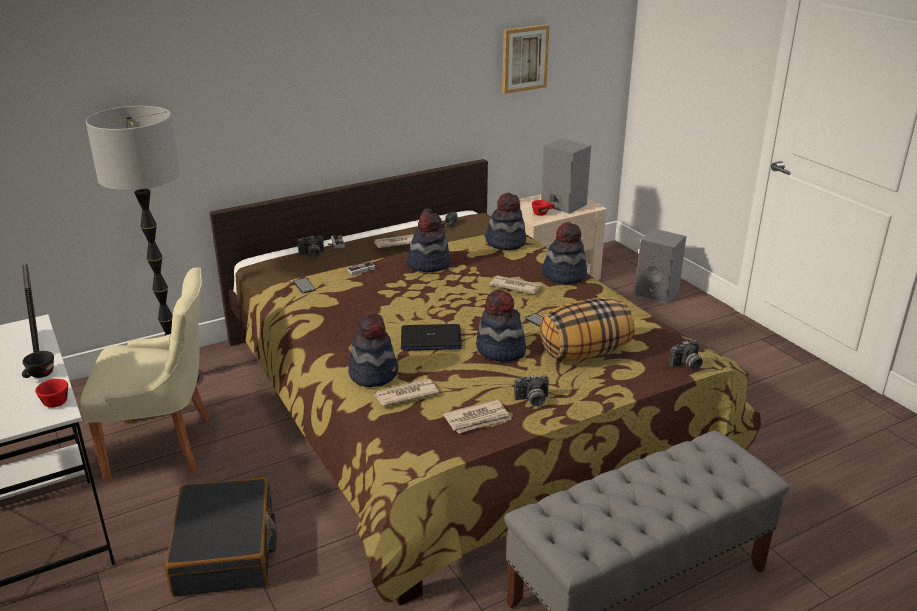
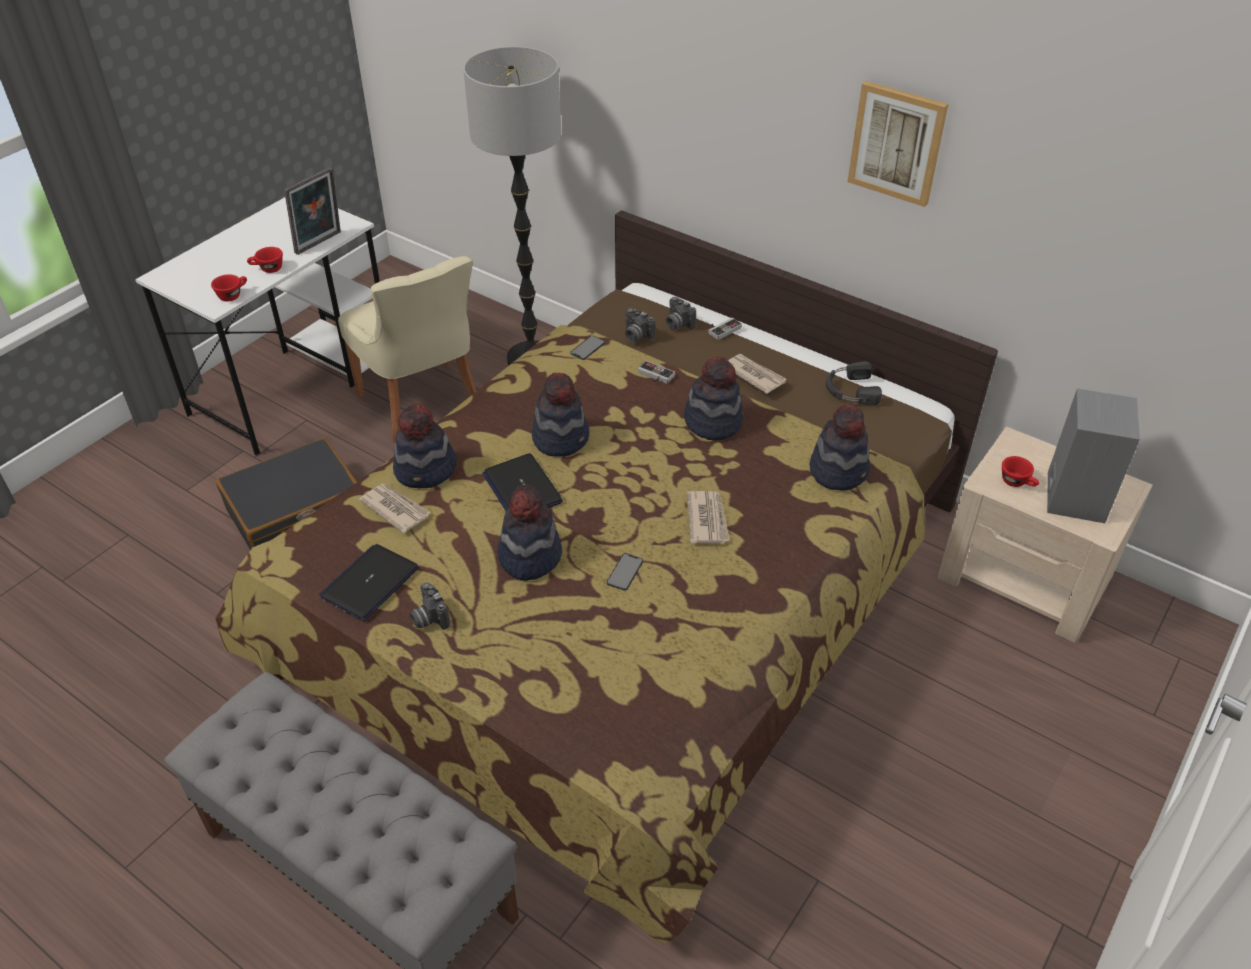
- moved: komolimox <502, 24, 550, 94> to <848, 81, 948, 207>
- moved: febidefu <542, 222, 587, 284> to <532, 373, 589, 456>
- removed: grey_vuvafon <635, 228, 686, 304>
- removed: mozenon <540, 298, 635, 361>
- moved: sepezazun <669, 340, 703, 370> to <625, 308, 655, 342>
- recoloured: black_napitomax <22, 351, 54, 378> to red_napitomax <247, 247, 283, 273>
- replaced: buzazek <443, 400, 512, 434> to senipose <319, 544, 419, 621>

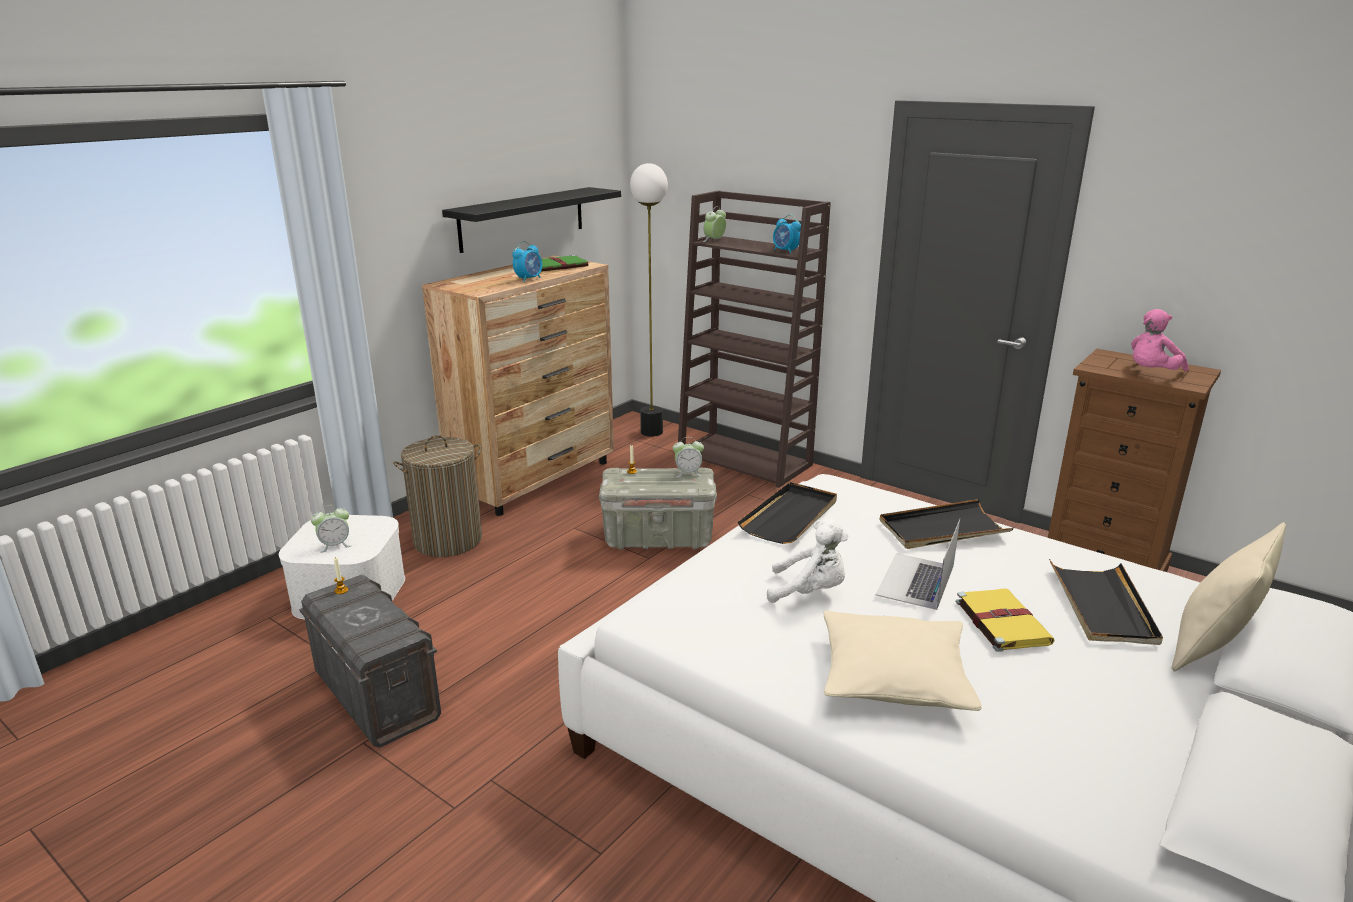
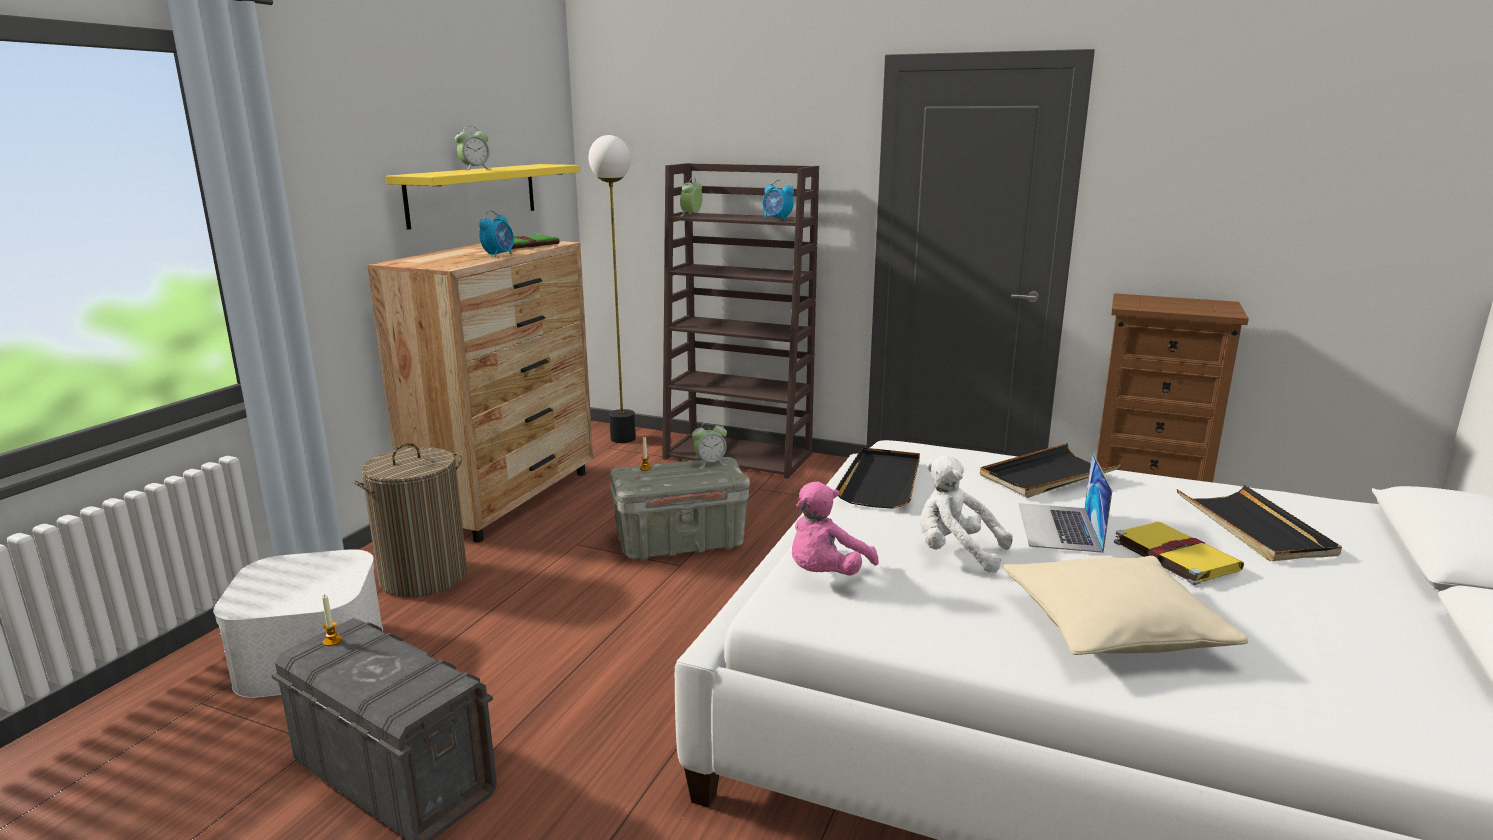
- recoloured: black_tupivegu <442, 187, 621, 253> to yellow_tupivegu <386, 164, 580, 230>
- moved: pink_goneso <1131, 309, 1189, 371> to <792, 482, 879, 575>
- moved: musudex <311, 505, 352, 553> to <455, 126, 490, 170>
- turned: white_goneso <767, 518, 848, 603> = <920, 456, 1013, 573> 150 degrees counterclockwise
- removed: beige_mozenon <1172, 522, 1286, 672>

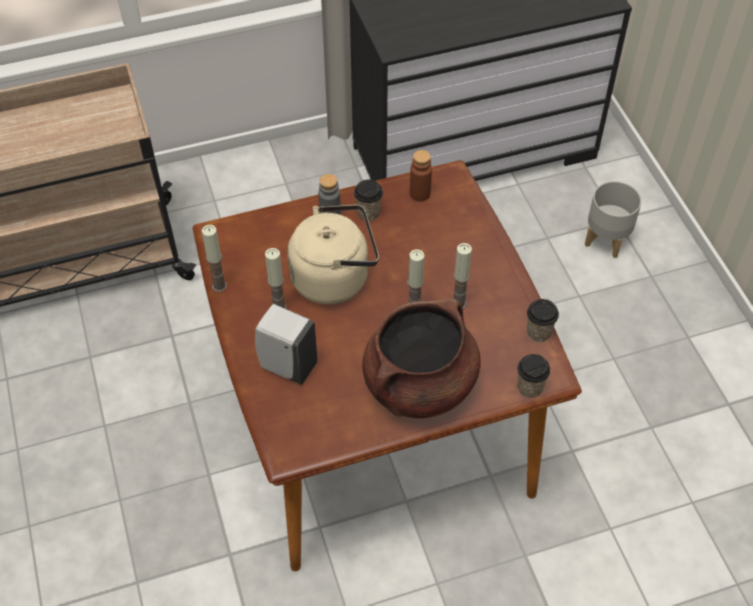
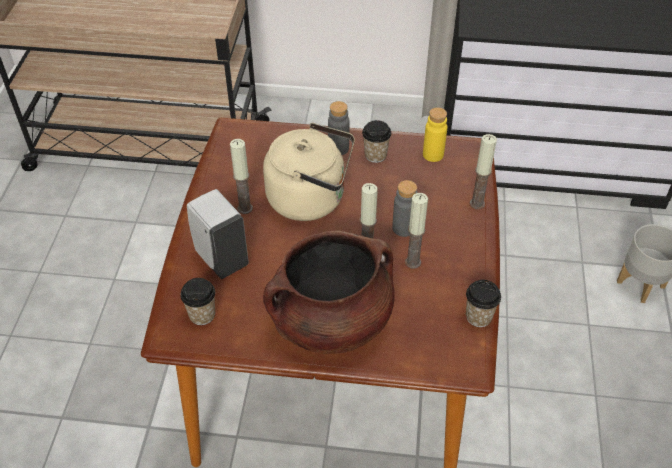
- recoloured: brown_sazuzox <410, 150, 432, 202> to yellow_sazuzox <423, 107, 447, 162>
- moved: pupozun <202, 225, 227, 292> to <470, 134, 497, 209>
- moved: napitomax <517, 354, 550, 398> to <180, 278, 215, 325>
- added: grey_sazuzox <392, 180, 417, 237>

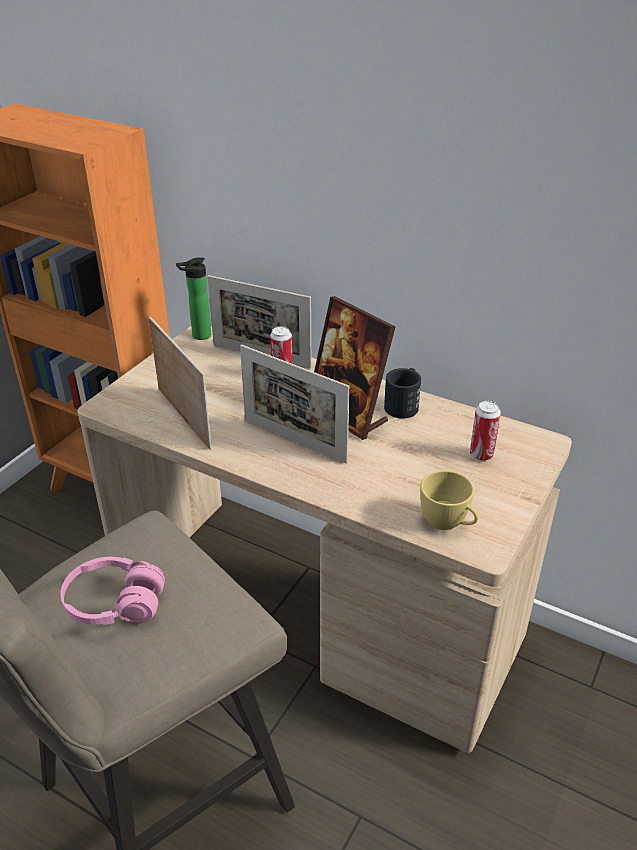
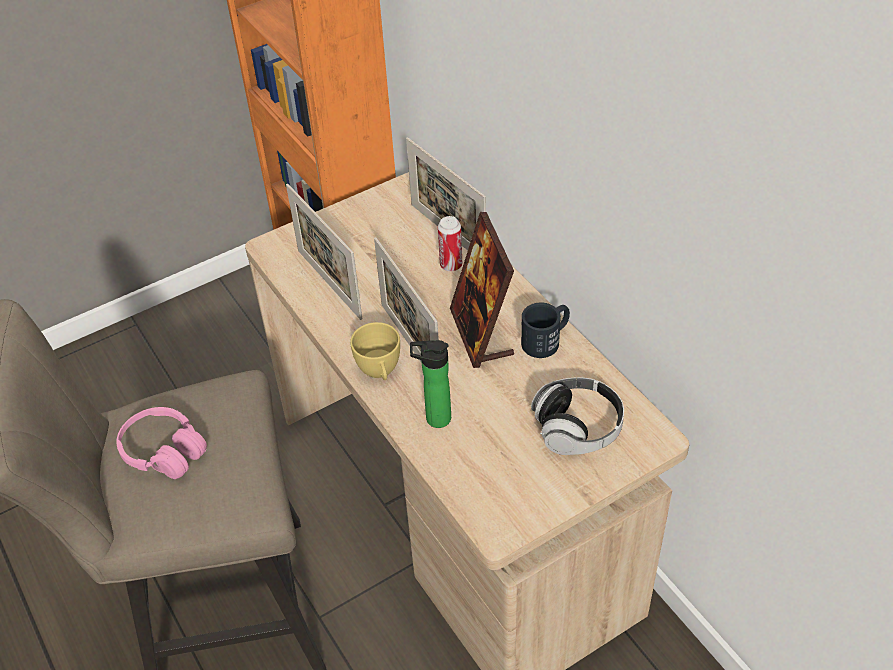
- moved: sazuzox <176, 257, 211, 340> to <410, 340, 451, 428>
- turned: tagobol <148, 317, 212, 450> = <286, 184, 362, 320> 150 degrees clockwise
- replaced: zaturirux <470, 401, 501, 461> to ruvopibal <531, 377, 624, 455>
- moved: yellow_napitomax <420, 470, 479, 530> to <350, 322, 400, 380>

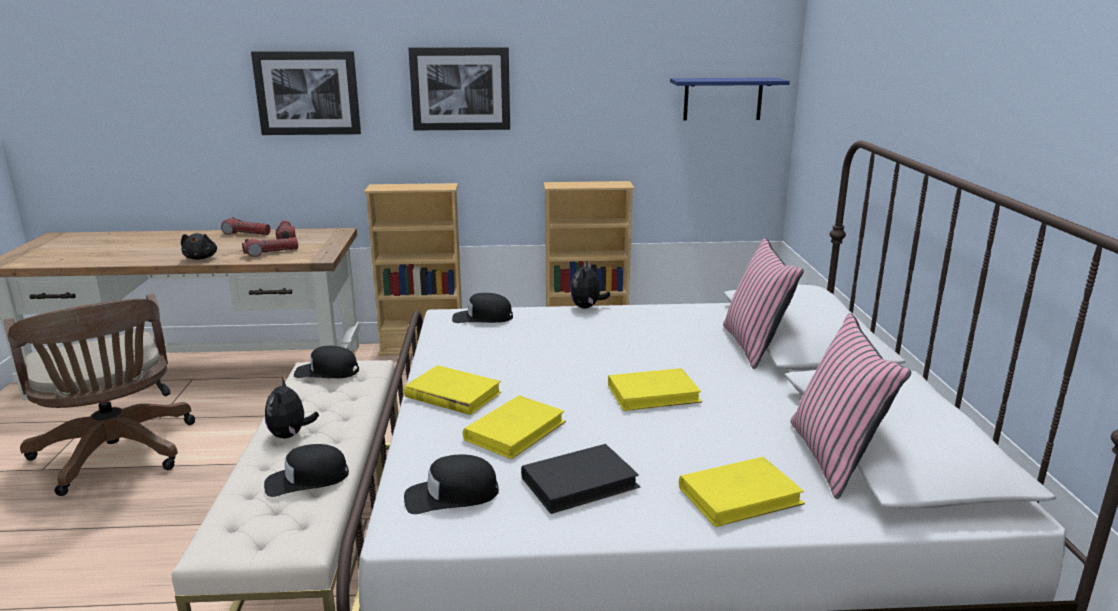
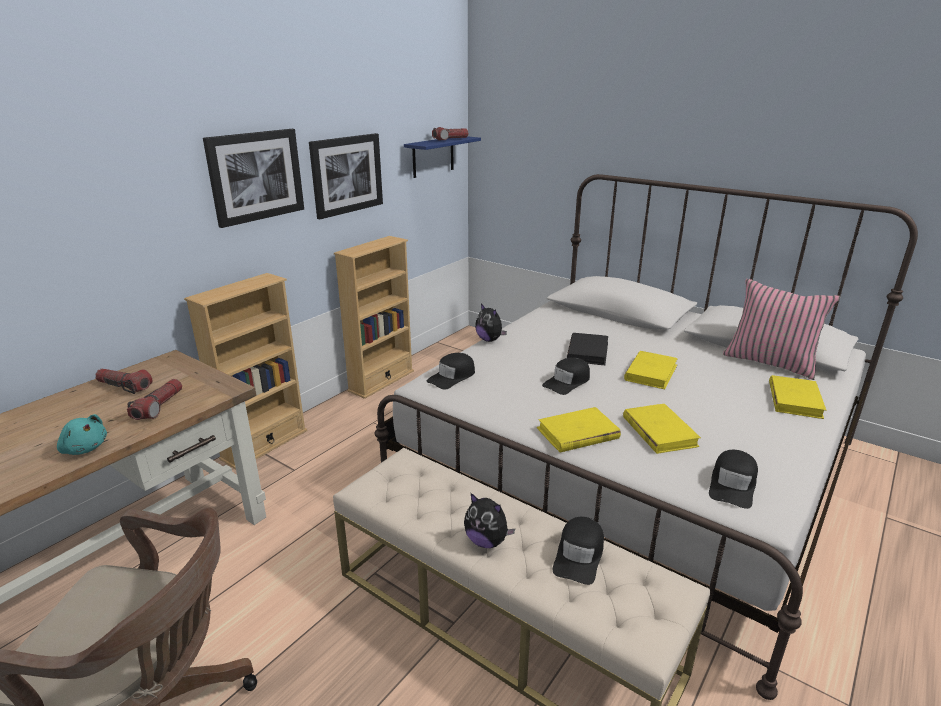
- moved: komolimox <251, 51, 361, 135> to <309, 133, 383, 219>
- moved: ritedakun <221, 217, 271, 235> to <432, 127, 468, 141>
- recoloured: black_goneso <181, 233, 217, 260> to turquoise_goneso <57, 414, 107, 455>
- removed: pink_mozenon <723, 238, 804, 369>
- moved: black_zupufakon <294, 346, 359, 378> to <542, 357, 590, 395>
- moved: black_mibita <521, 444, 641, 514> to <567, 333, 608, 365>

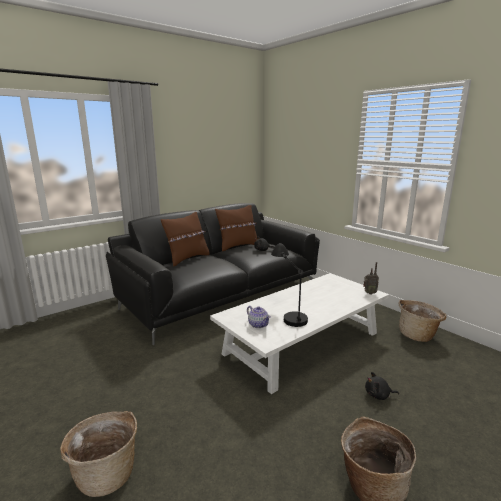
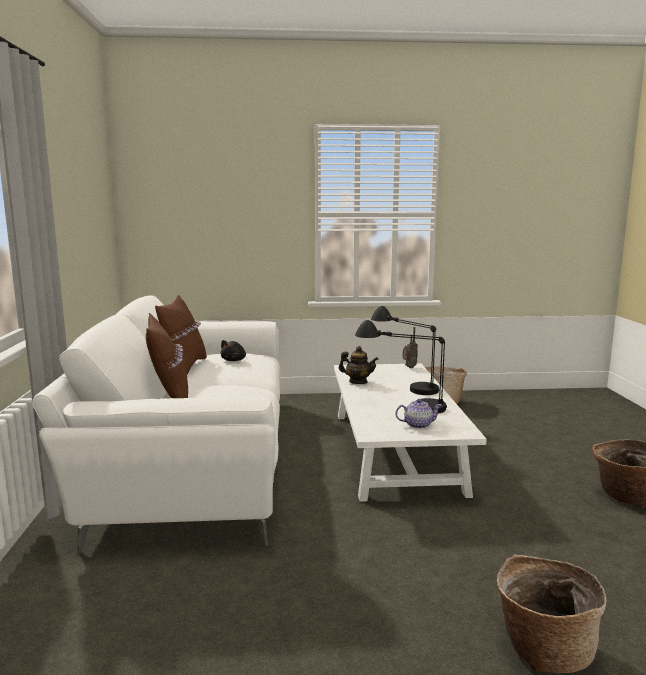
- recoloured: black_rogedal <106, 203, 320, 345> to white_rogedal <32, 296, 280, 553>
- removed: black_goneso <365, 372, 399, 400>
- added: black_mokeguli <371, 306, 439, 395>
- added: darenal <339, 346, 378, 384>

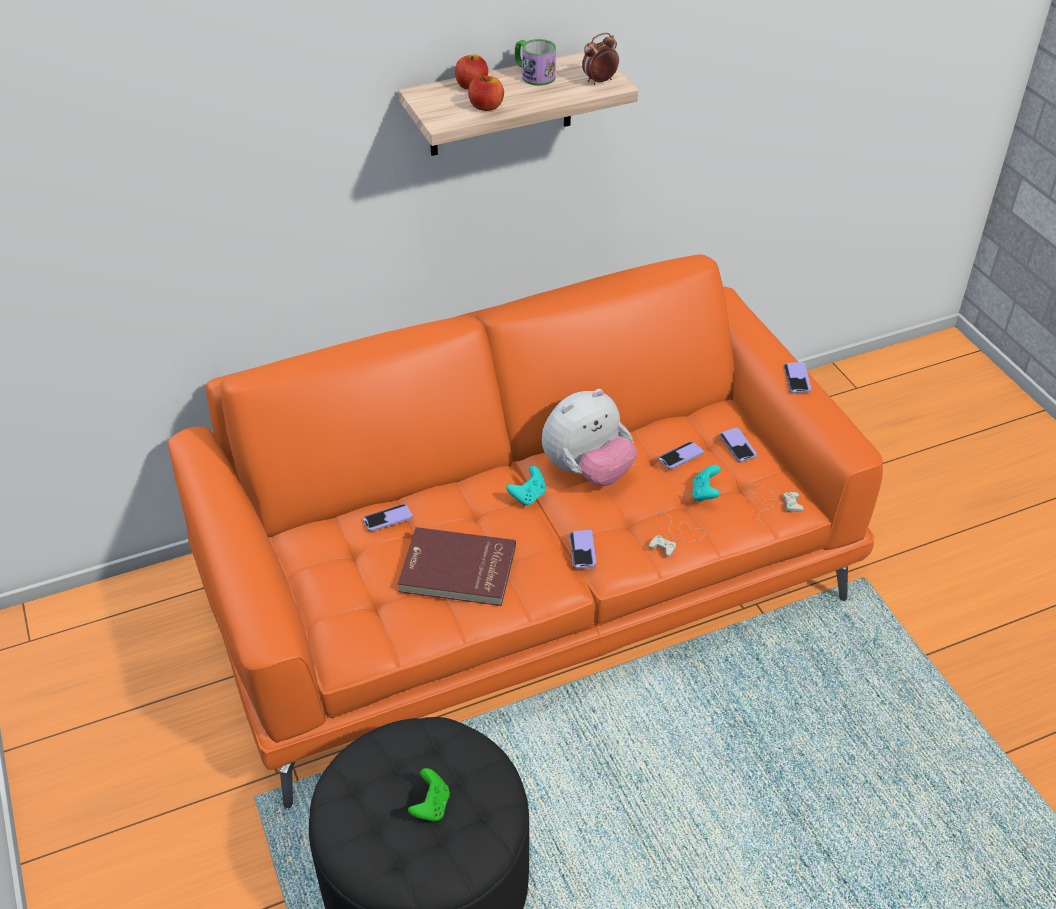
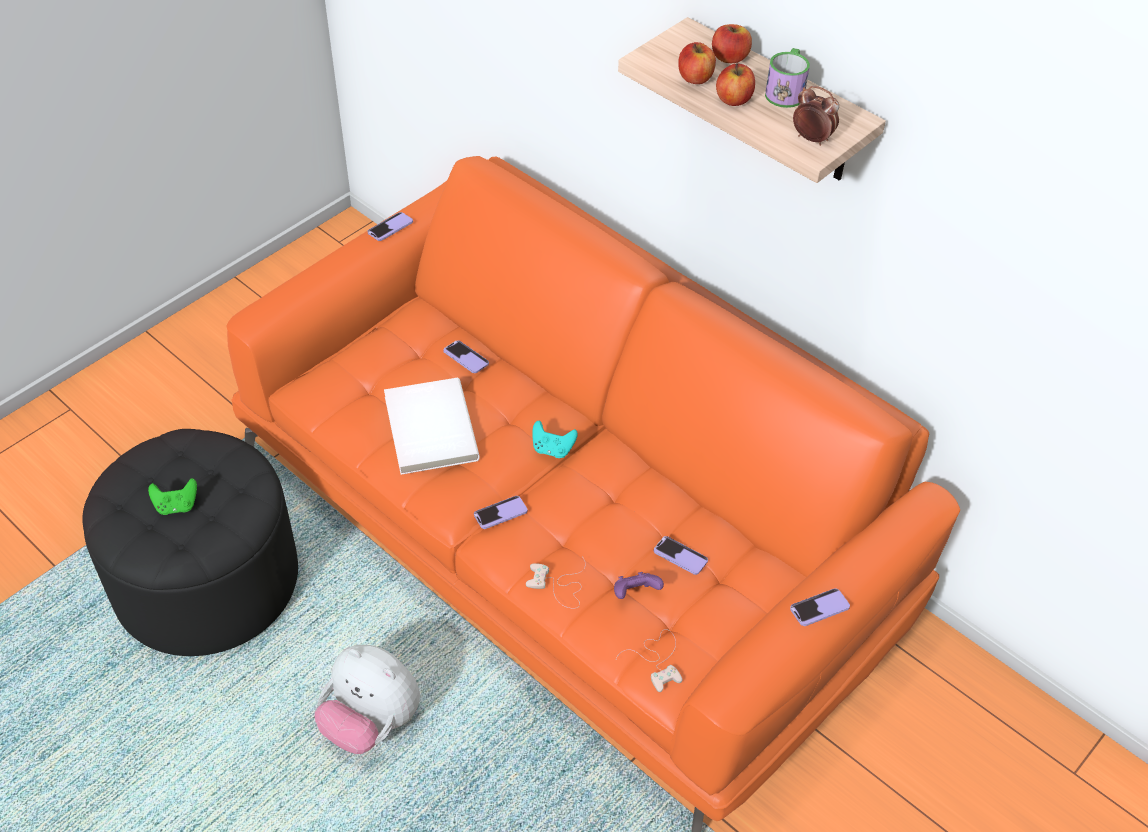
- moved: goneso <542, 389, 637, 486> to <315, 645, 420, 754>
- moved: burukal <720, 428, 757, 463> to <367, 212, 413, 241>
- recoloured: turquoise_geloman <692, 465, 721, 502> to purple_geloman <614, 572, 664, 599>
- recoloured: red_mibita <398, 527, 516, 606> to white_mibita <384, 377, 480, 475>
- added: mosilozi <716, 64, 755, 106>

